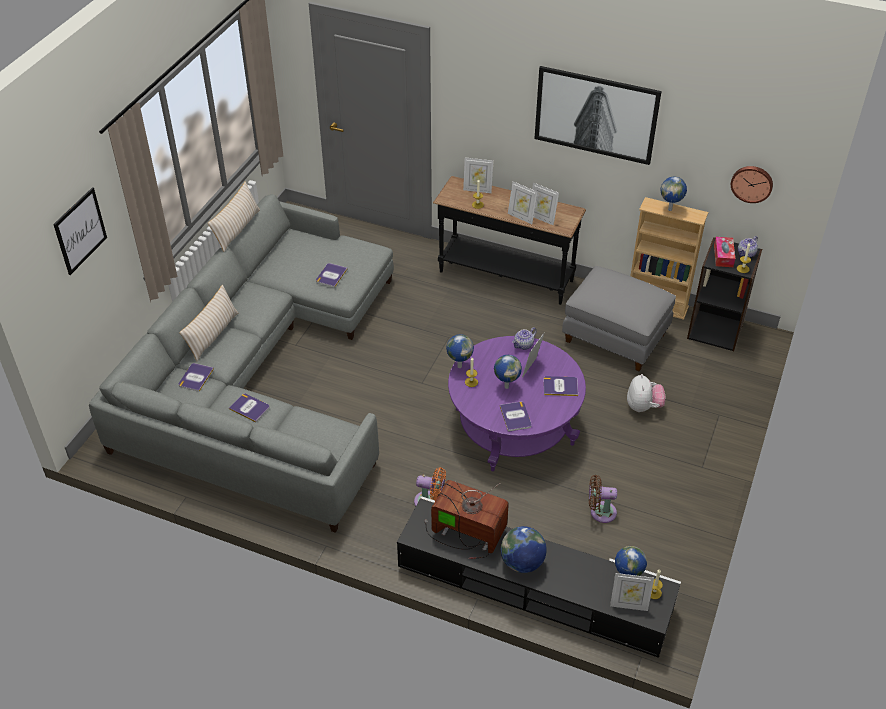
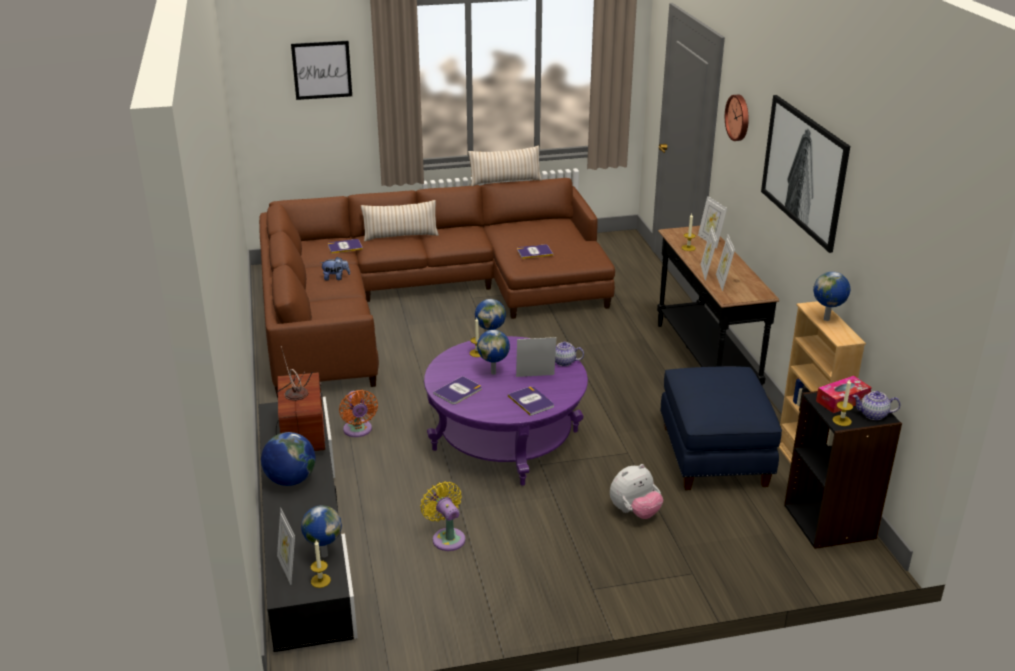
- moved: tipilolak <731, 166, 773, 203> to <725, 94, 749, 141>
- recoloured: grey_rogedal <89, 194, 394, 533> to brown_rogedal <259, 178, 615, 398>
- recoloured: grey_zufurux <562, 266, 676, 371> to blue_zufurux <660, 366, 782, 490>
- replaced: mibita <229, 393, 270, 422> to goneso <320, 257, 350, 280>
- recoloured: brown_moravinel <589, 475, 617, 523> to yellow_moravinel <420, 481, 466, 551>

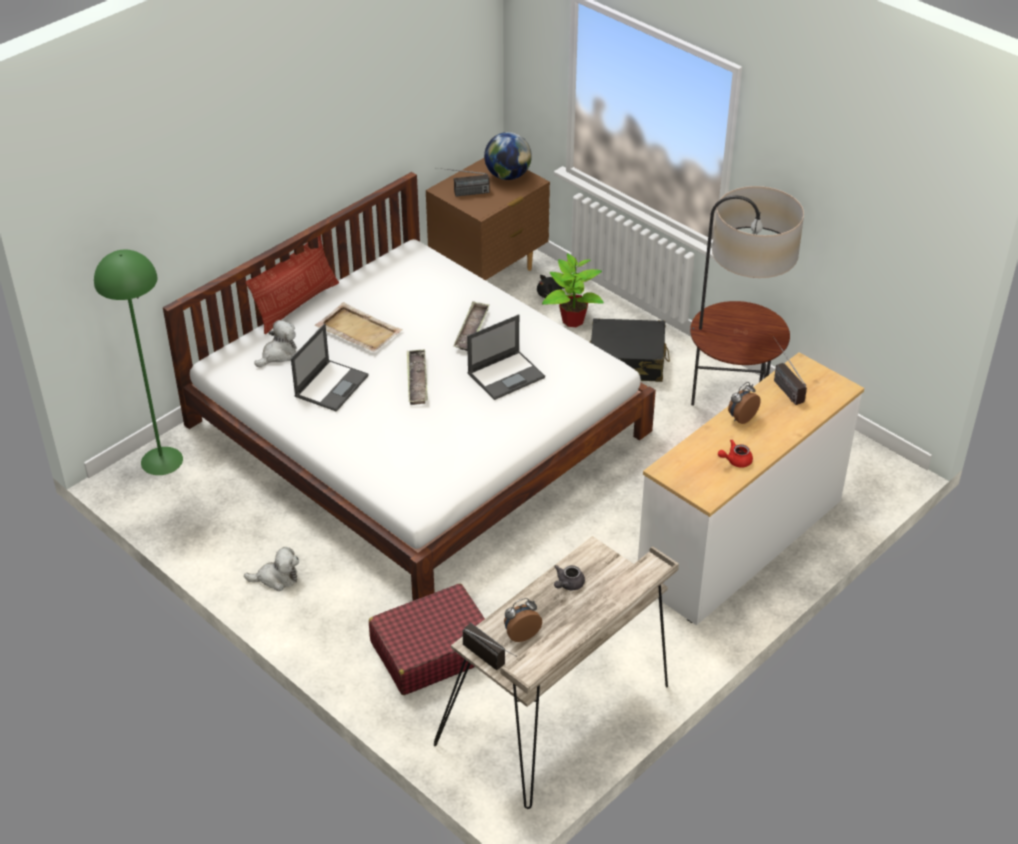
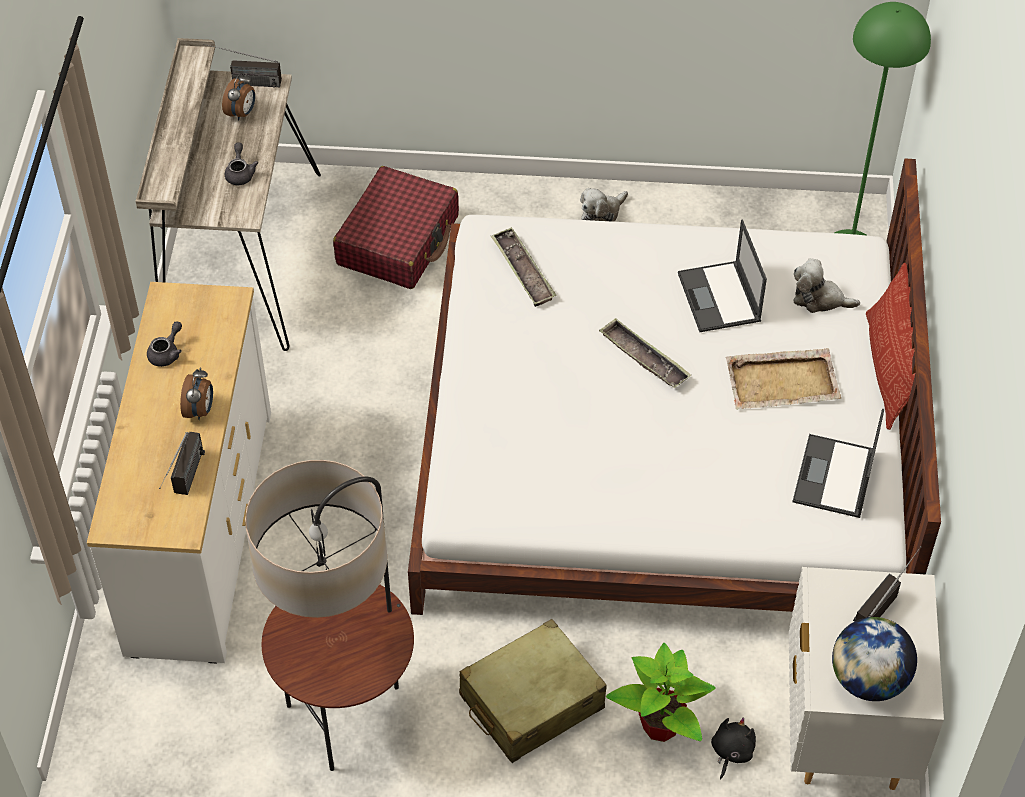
- recoloured: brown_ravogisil <426, 158, 550, 280> to white_ravogisil <789, 567, 944, 790>
- moved: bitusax <454, 302, 490, 351> to <491, 227, 556, 307>
- moved: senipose <467, 314, 545, 400> to <792, 408, 884, 518>
- recoloured: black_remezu <590, 318, 670, 382> to beige_remezu <459, 619, 606, 763>
- turned: goneso <254, 320, 296, 367> = <793, 258, 860, 313> 105 degrees clockwise
- turned: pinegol <774, 339, 807, 405> = <159, 432, 205, 495> 75 degrees clockwise
- recoloured: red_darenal <718, 440, 753, 468> to grey_darenal <147, 321, 182, 367>

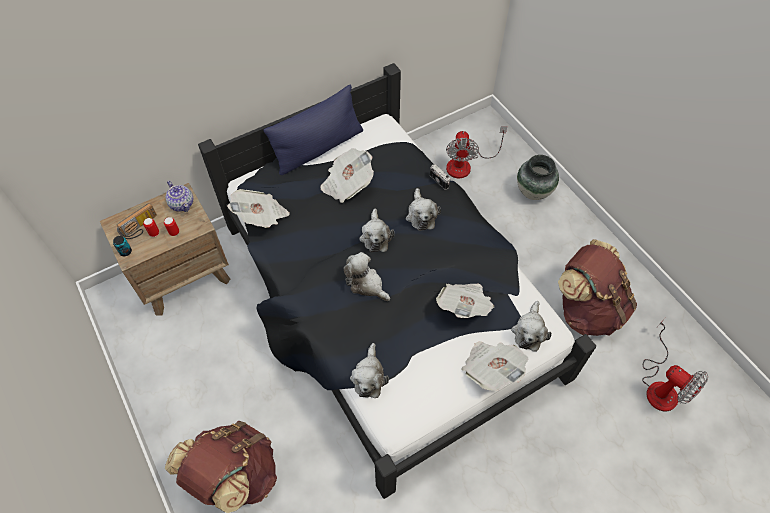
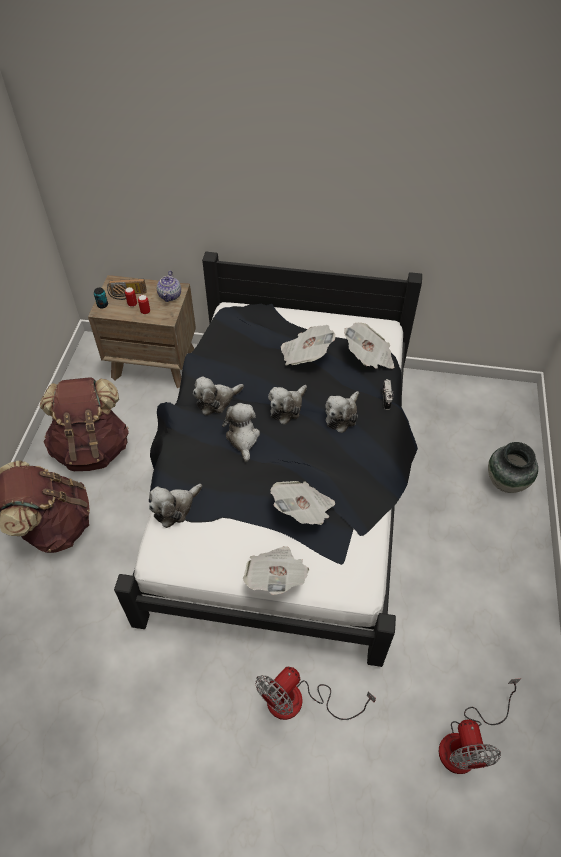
- removed: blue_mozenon <263, 84, 363, 175>
- moved: moravinel <446, 126, 507, 178> to <255, 666, 376, 720>
- moved: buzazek <227, 189, 290, 228> to <344, 323, 394, 369>
- moved: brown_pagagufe <558, 239, 637, 336> to <40, 377, 129, 471>
- moved: goneso <511, 301, 552, 352> to <193, 376, 244, 415>

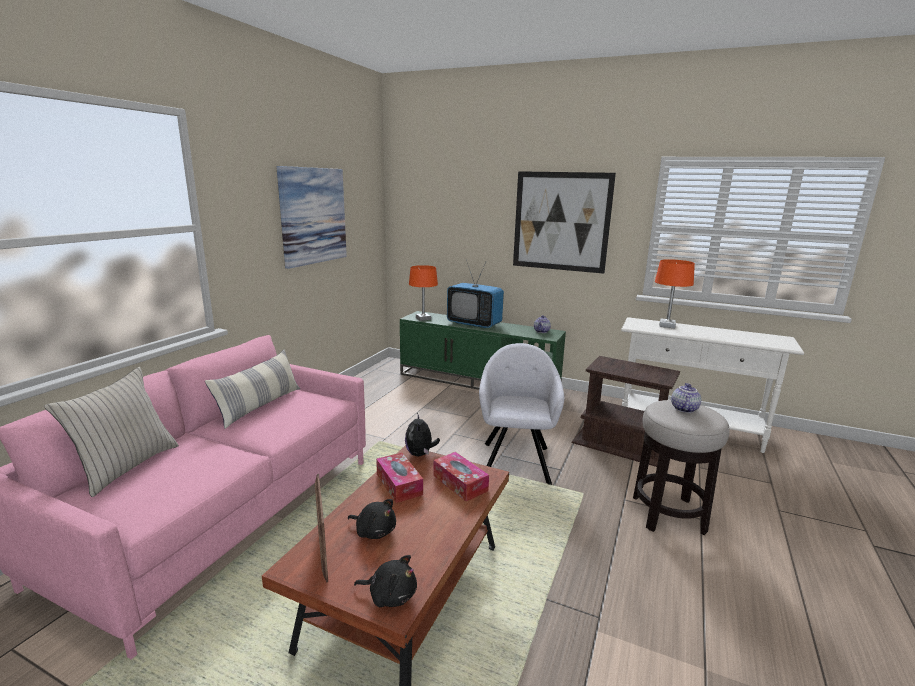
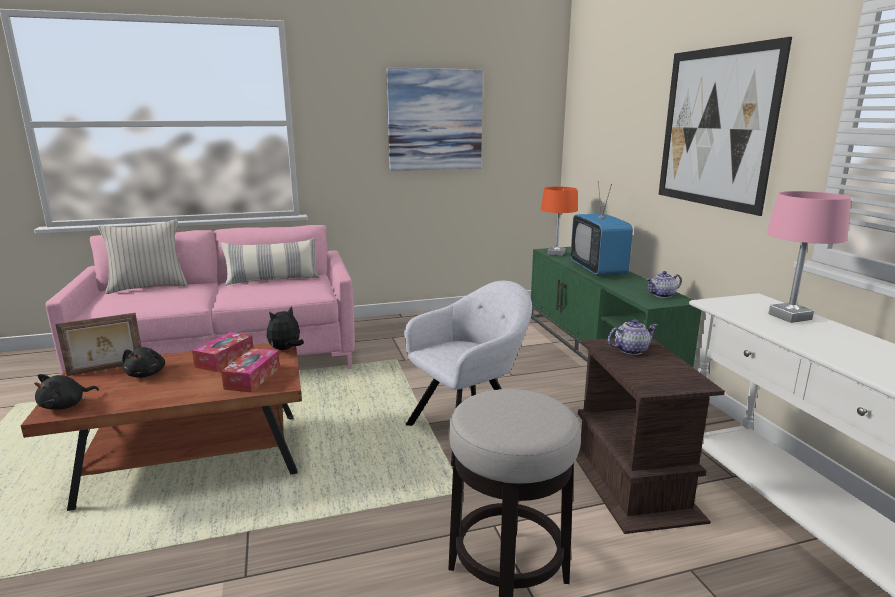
- recoloured: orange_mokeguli <655, 259, 695, 329> to pink_mokeguli <767, 191, 851, 323>
- moved: darenal <671, 383, 701, 413> to <608, 319, 658, 355>
- turned: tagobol <315, 474, 328, 583> = <55, 313, 141, 376> 150 degrees counterclockwise
- turned: black_goneso <354, 555, 417, 607> = <34, 374, 99, 410> 60 degrees clockwise

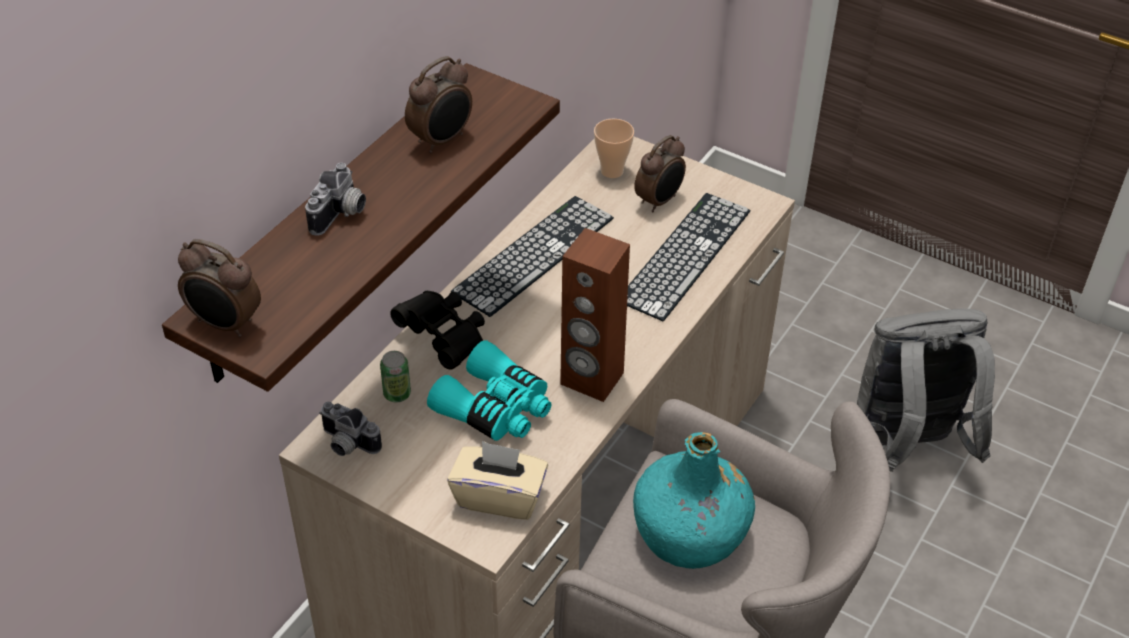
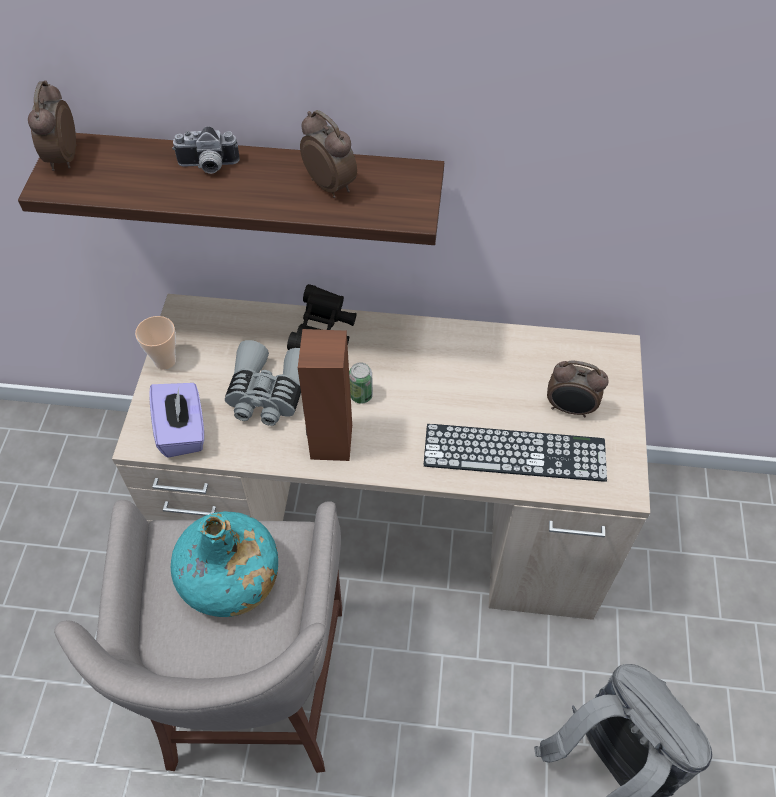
- turned: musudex <405, 56, 472, 153> = <300, 110, 357, 198> 150 degrees counterclockwise
- moved: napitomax <594, 119, 634, 178> to <135, 316, 176, 370>
- removed: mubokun <451, 196, 614, 317>
- recoloured: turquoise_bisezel <427, 340, 551, 441> to grey_bisezel <225, 340, 301, 426>
- moved: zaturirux <380, 351, 411, 402> to <349, 362, 373, 404>
- removed: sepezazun <319, 402, 382, 456>
- recoloured: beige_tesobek <447, 441, 548, 520> to purple_tesobek <149, 383, 204, 457>

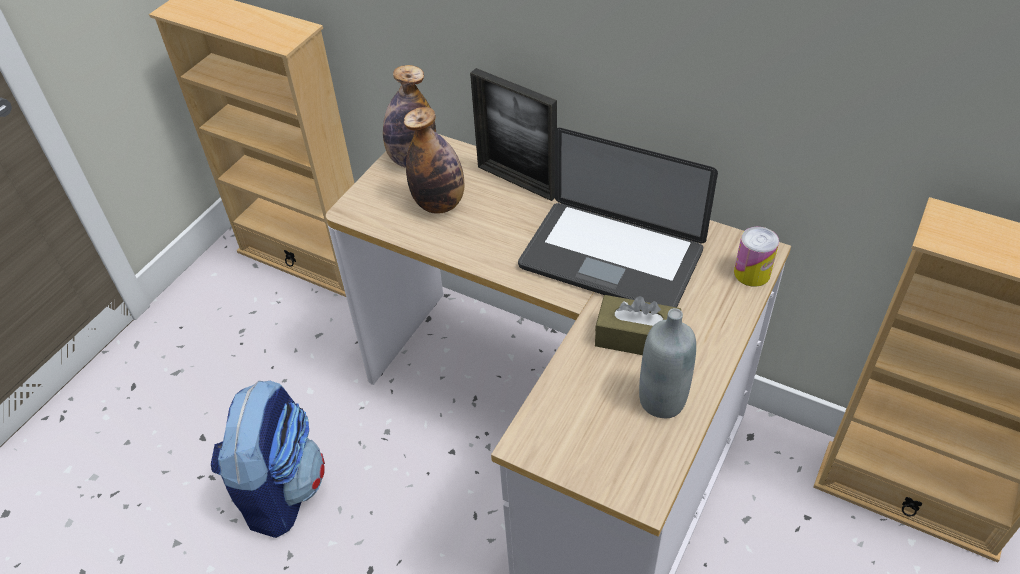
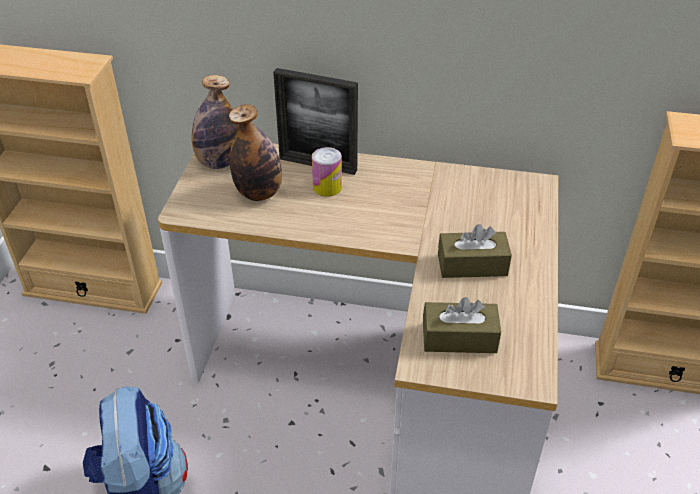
- removed: senipose <518, 128, 718, 307>
- moved: zaturirux <734, 227, 779, 287> to <312, 147, 342, 197>
- removed: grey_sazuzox <639, 308, 696, 418>
- added: brown_tesobek <423, 297, 501, 353>

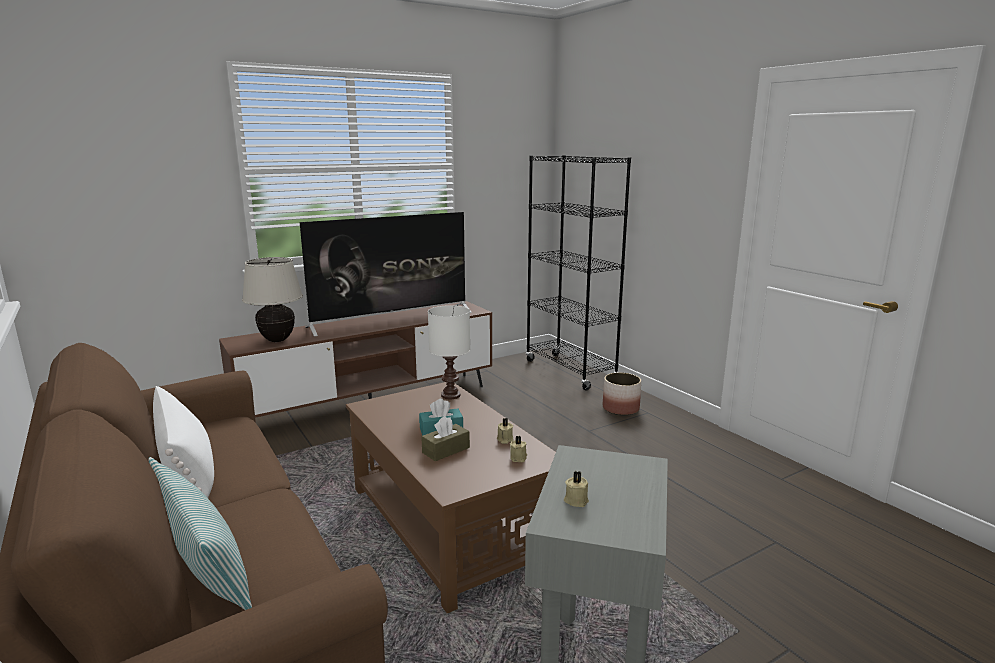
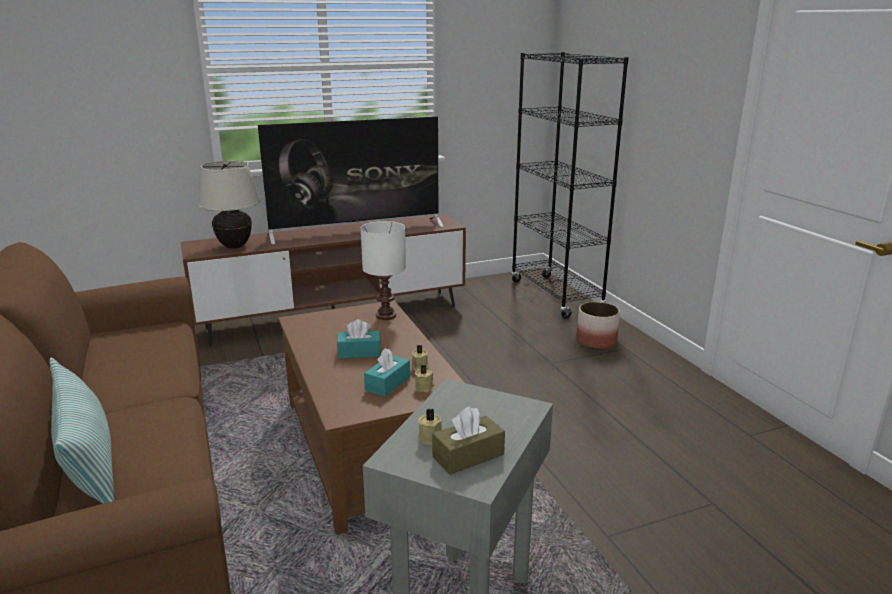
- removed: white_mozenon <153, 386, 214, 498>
- moved: brown_tesobek <421, 416, 470, 461> to <432, 406, 505, 475>
- added: turquoise_tesobek <364, 348, 410, 397>

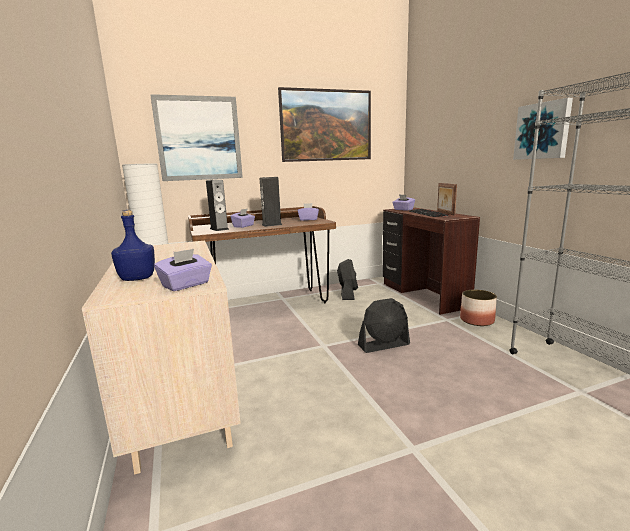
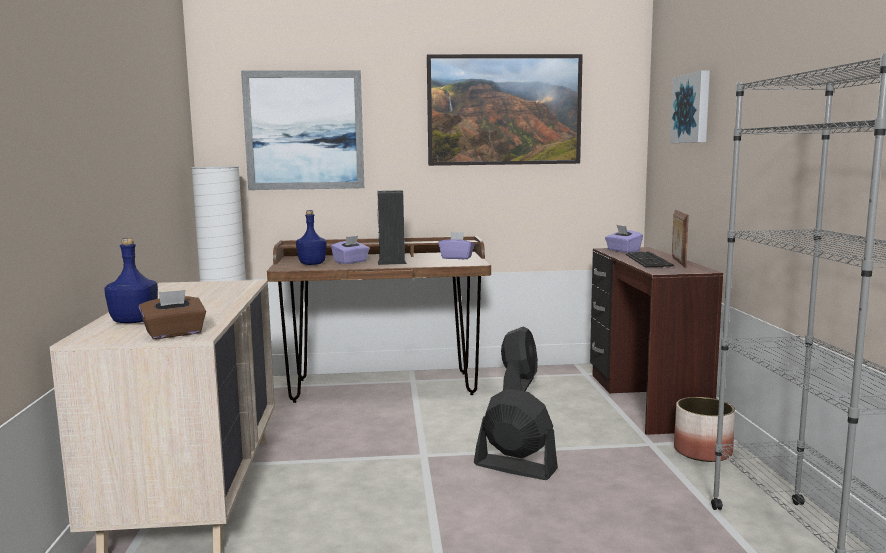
- moved: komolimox <513, 98, 573, 160> to <670, 70, 710, 143>
- replaced: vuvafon <206, 179, 229, 231> to blue_sazuzox <296, 210, 326, 265>
- recoloured: purple_tesobek <154, 249, 212, 291> to brown_tesobek <139, 290, 206, 339>
- turned: black_moravinel <358, 298, 410, 353> = <474, 389, 558, 480> 150 degrees counterclockwise

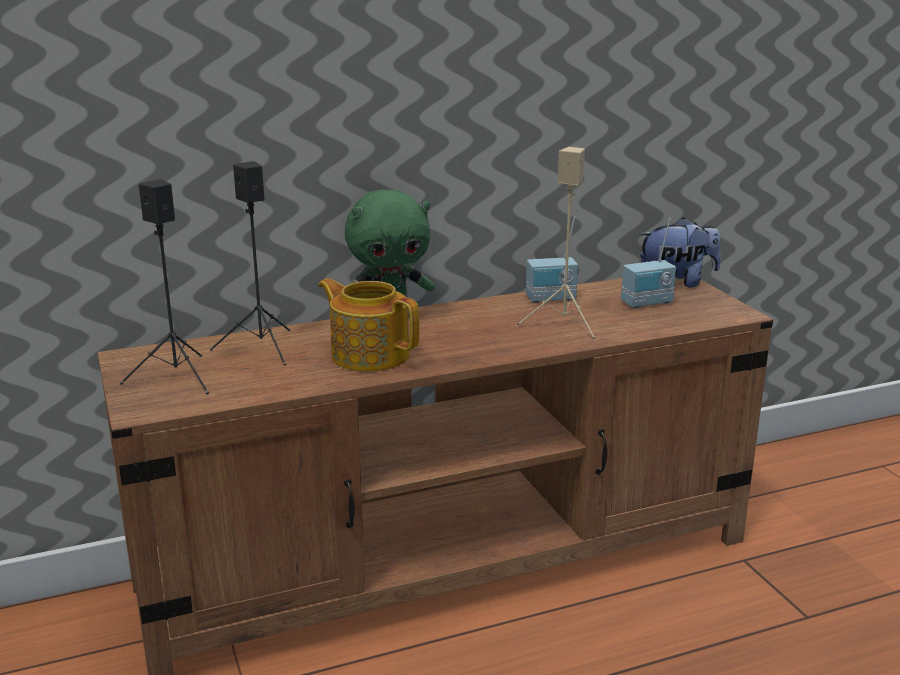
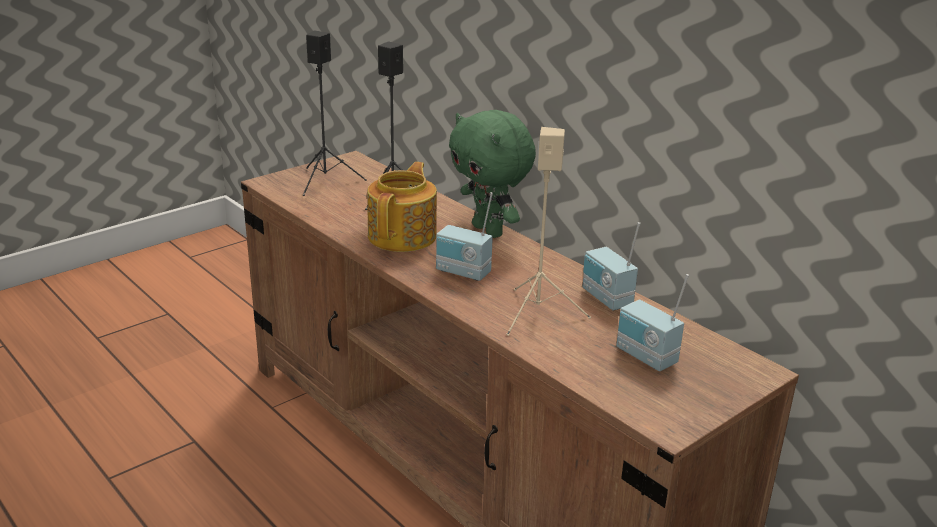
- removed: goneso <639, 217, 721, 287>
- added: pinegol <436, 192, 493, 281>

